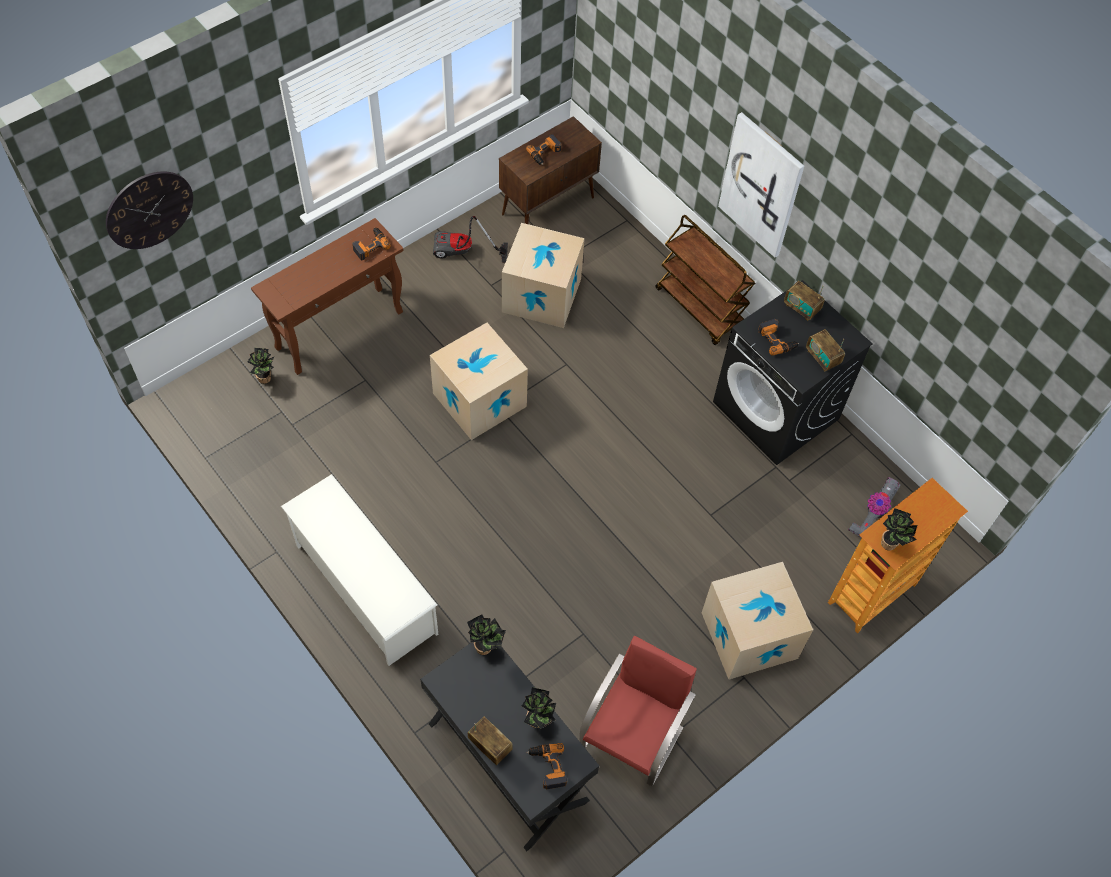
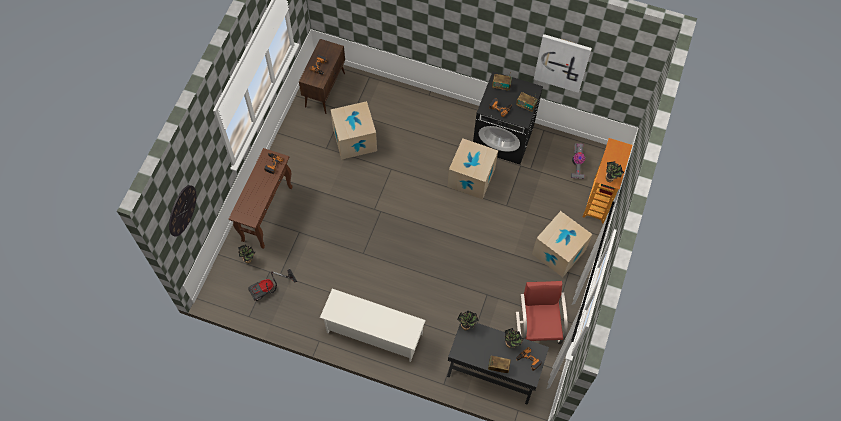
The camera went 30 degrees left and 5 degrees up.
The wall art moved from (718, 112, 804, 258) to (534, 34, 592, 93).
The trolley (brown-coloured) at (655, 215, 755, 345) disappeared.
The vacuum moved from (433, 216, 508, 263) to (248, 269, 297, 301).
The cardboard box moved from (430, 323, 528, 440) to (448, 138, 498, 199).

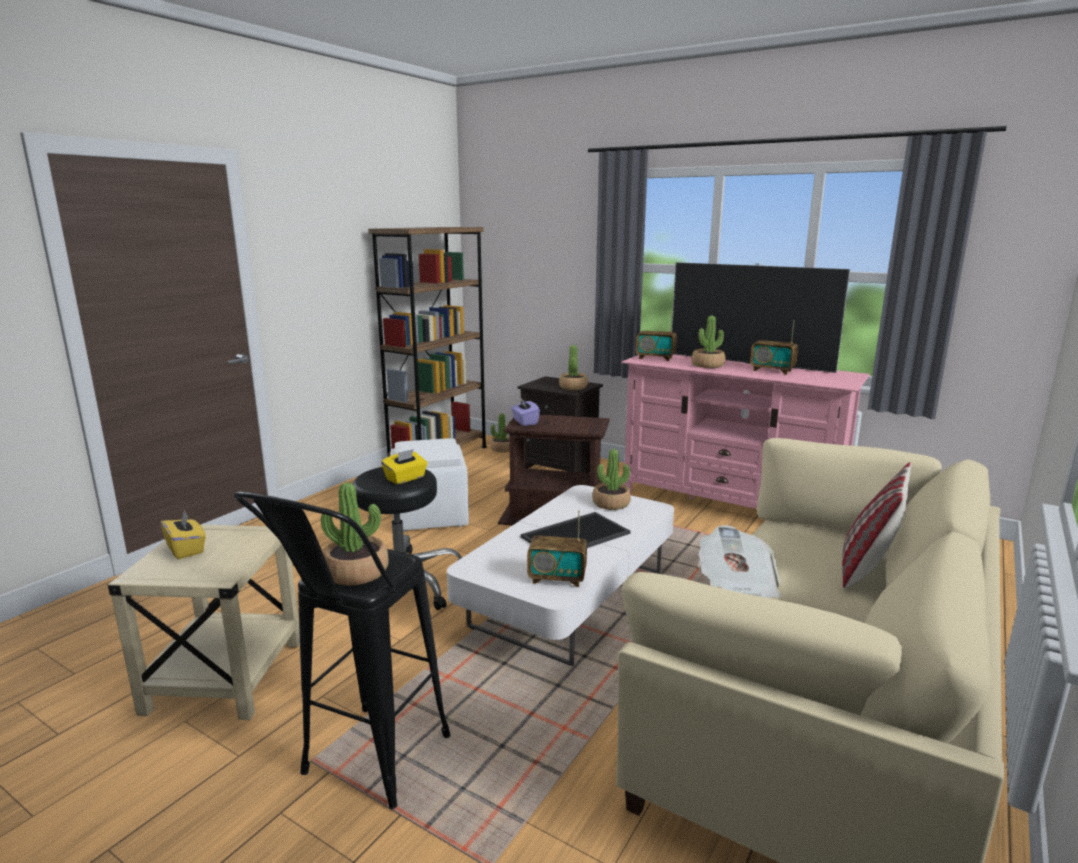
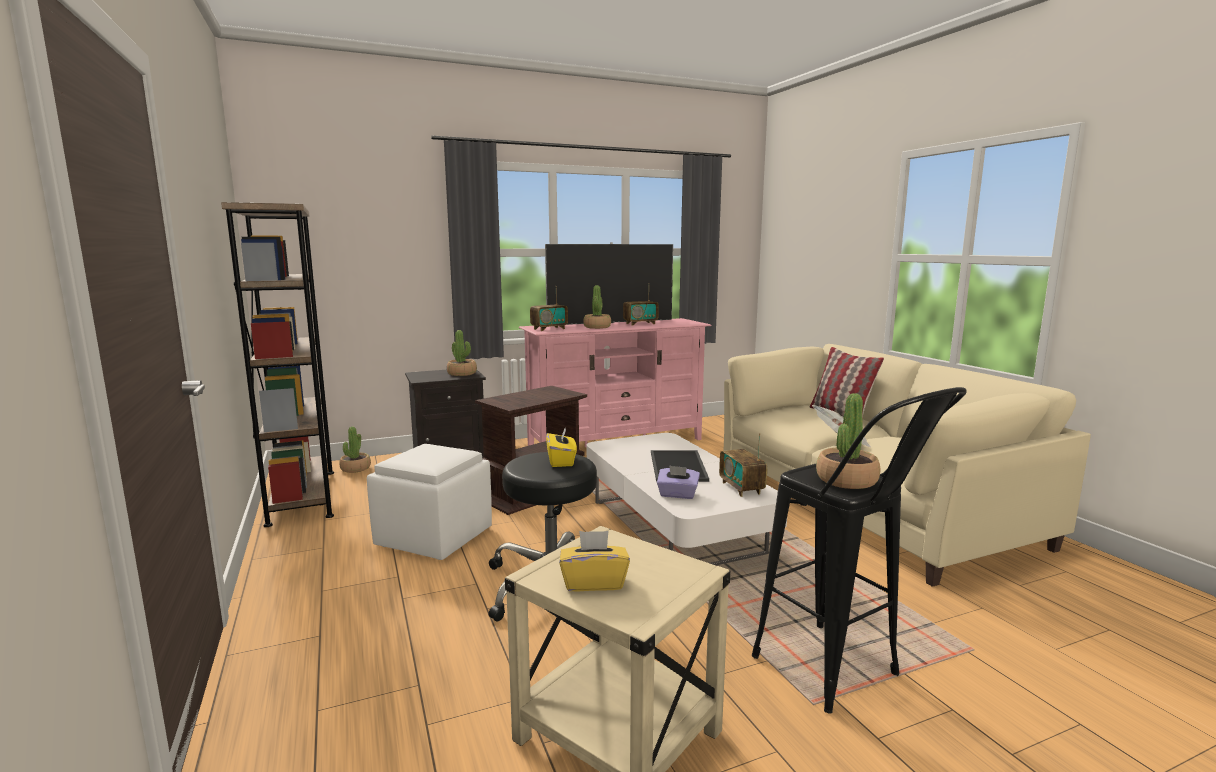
The camera went 55 degrees left and 5 degrees down.
The tissue holder (purplish) moved from (511, 397, 540, 426) to (657, 465, 700, 499).
The potted plant at (592, 449, 631, 510) disappeared.
The radio set at (527, 510, 587, 587) turned 120 degrees clockwise.

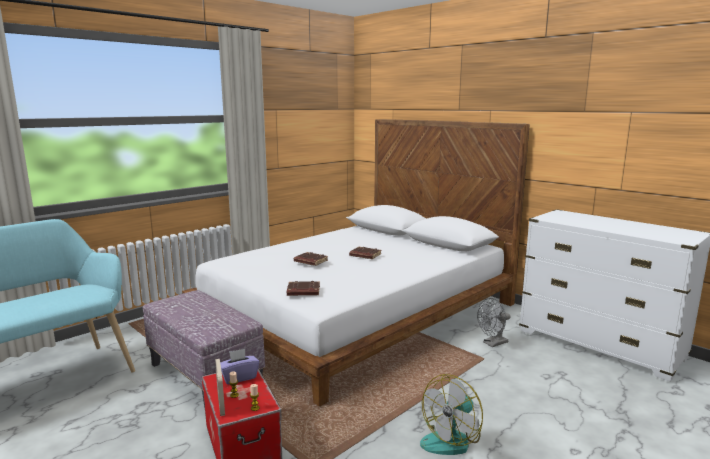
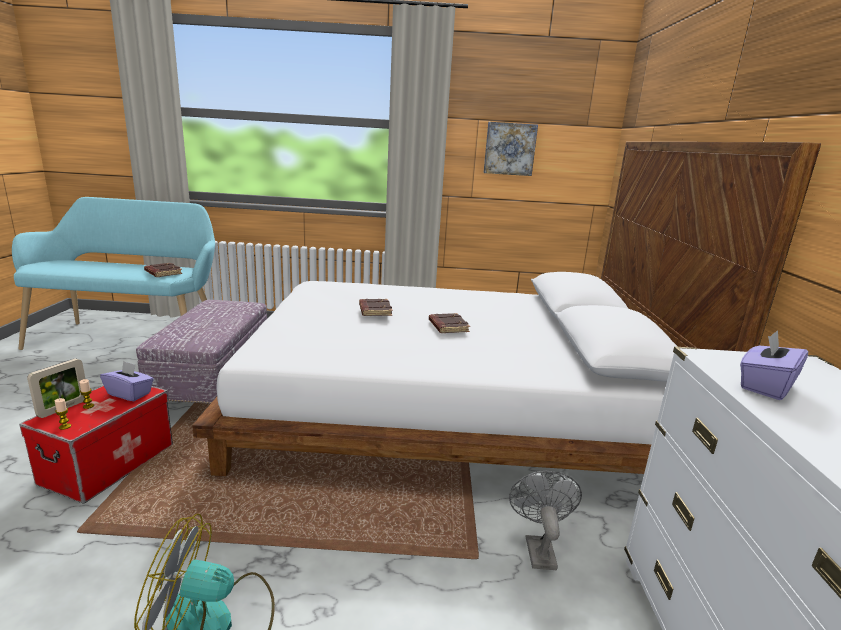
The camera went 45 degrees right and 5 degrees up.
The volume (brown-coloured) moved from (287, 281, 320, 296) to (144, 263, 182, 277).
The fan (greyish) at (477, 298, 511, 347) turned 75 degrees clockwise.
The wall art at (483, 122, 538, 176) appeared.
The tissue holder (purplish) at (740, 330, 808, 400) appeared.

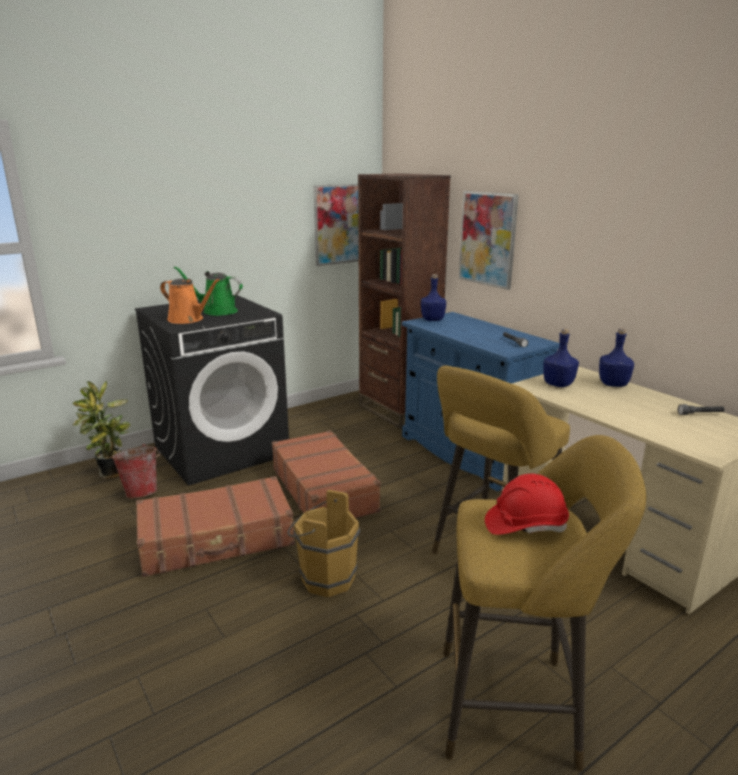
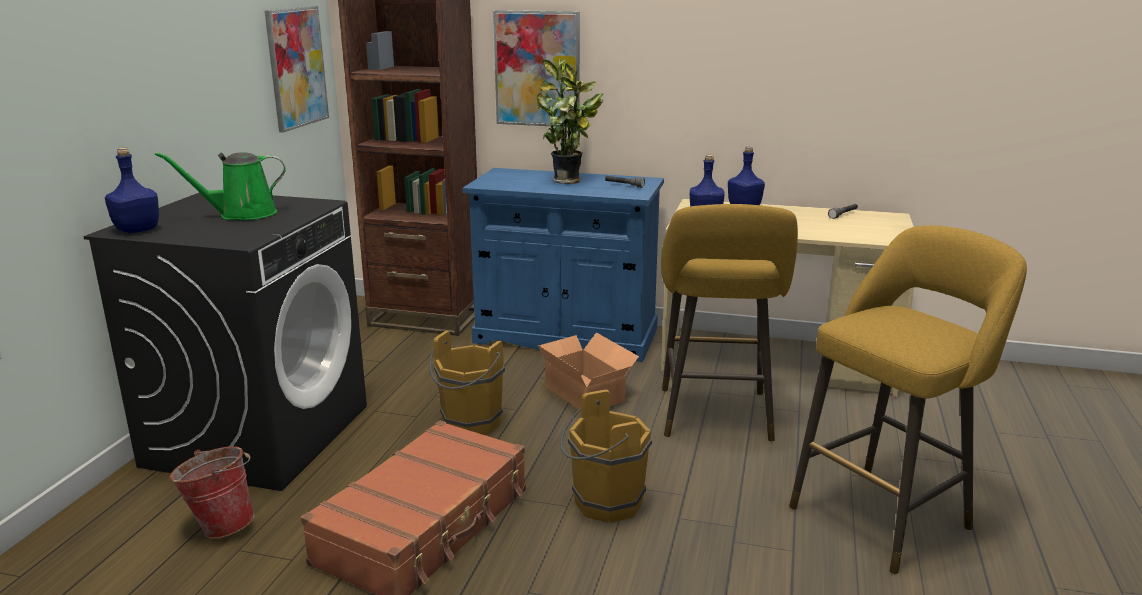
The camera went 40 degrees left and 0 degrees up.
The drink bottle (blue-coloured) moved from (421, 274, 446, 321) to (105, 148, 159, 233).
The sprinkling can (orange-coloured) at (160, 279, 220, 324) disappeared.
The potted plant moved from (72, 381, 131, 479) to (537, 58, 604, 184).
The piece of luggage (brown-coloured) at (272, 430, 381, 518) was replaced by the bucket (brown-coloured) at (429, 330, 505, 435).
The work helmet (red-coloured) at (485, 474, 569, 535) disappeared.
The cardboard box at (538, 332, 639, 412) appeared.

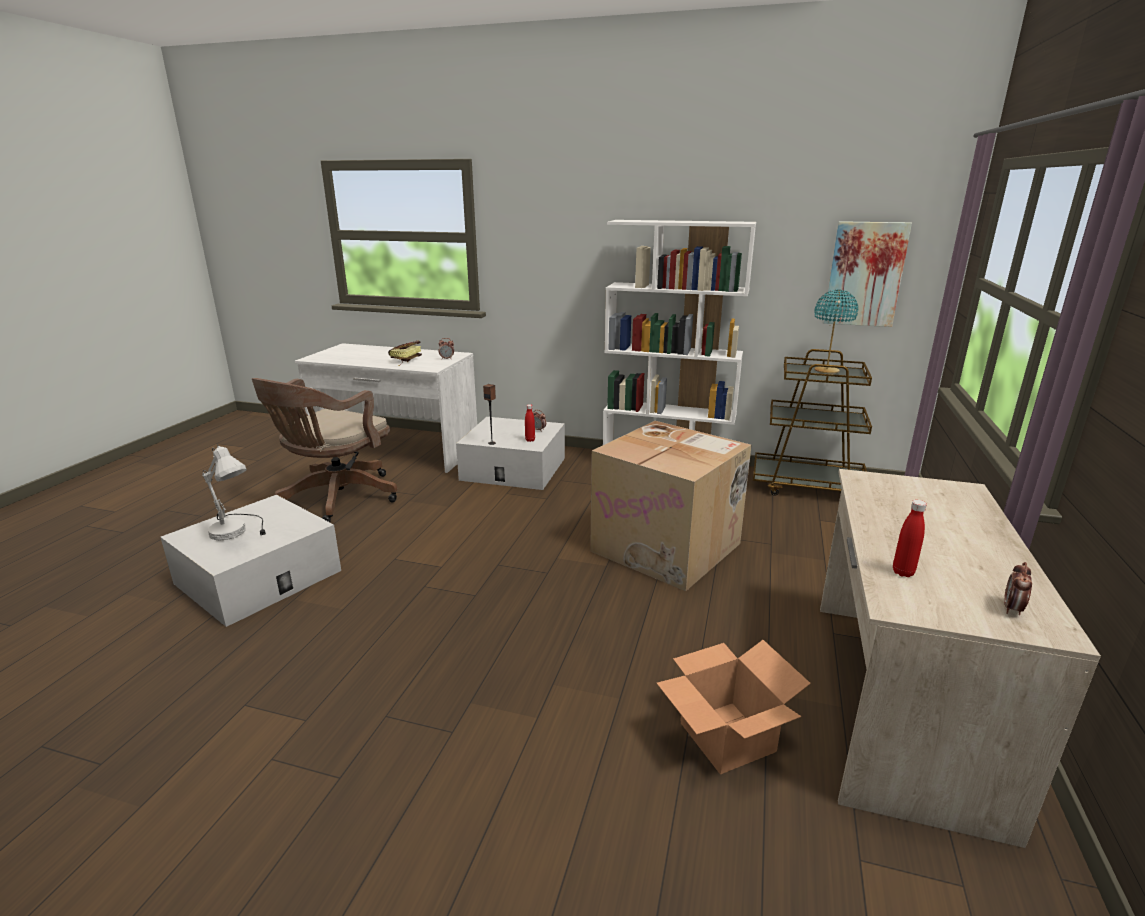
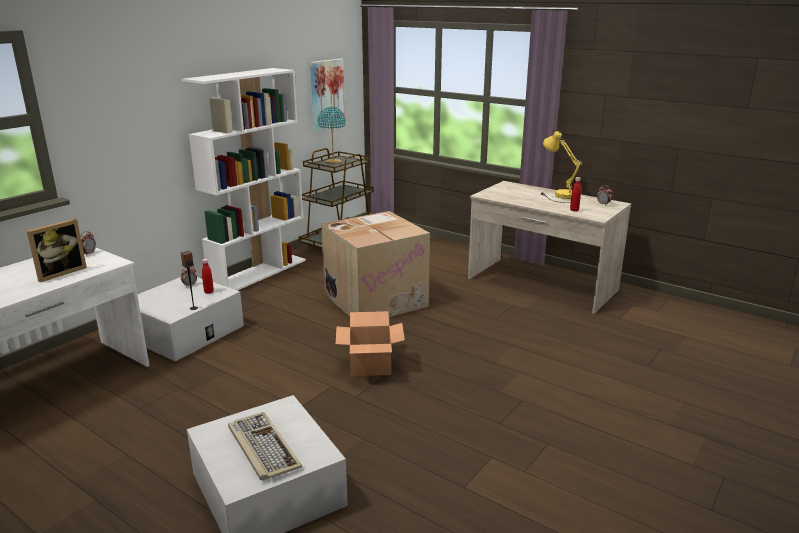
The camera went 70 degrees left and 0 degrees up.
The volume at (388, 341, 422, 366) was replaced by the picture frame at (27, 218, 87, 282).
The computer chair (brown-coloured) at (252, 378, 398, 522) disappeared.
The lamp for a table (white) at (202, 444, 266, 541) was replaced by the computer keyboard at (228, 412, 302, 481).
The cardboard box moved from (657, 640, 811, 774) to (336, 311, 405, 376).
The lamp for a table (yellowish) at (541, 131, 582, 203) appeared.

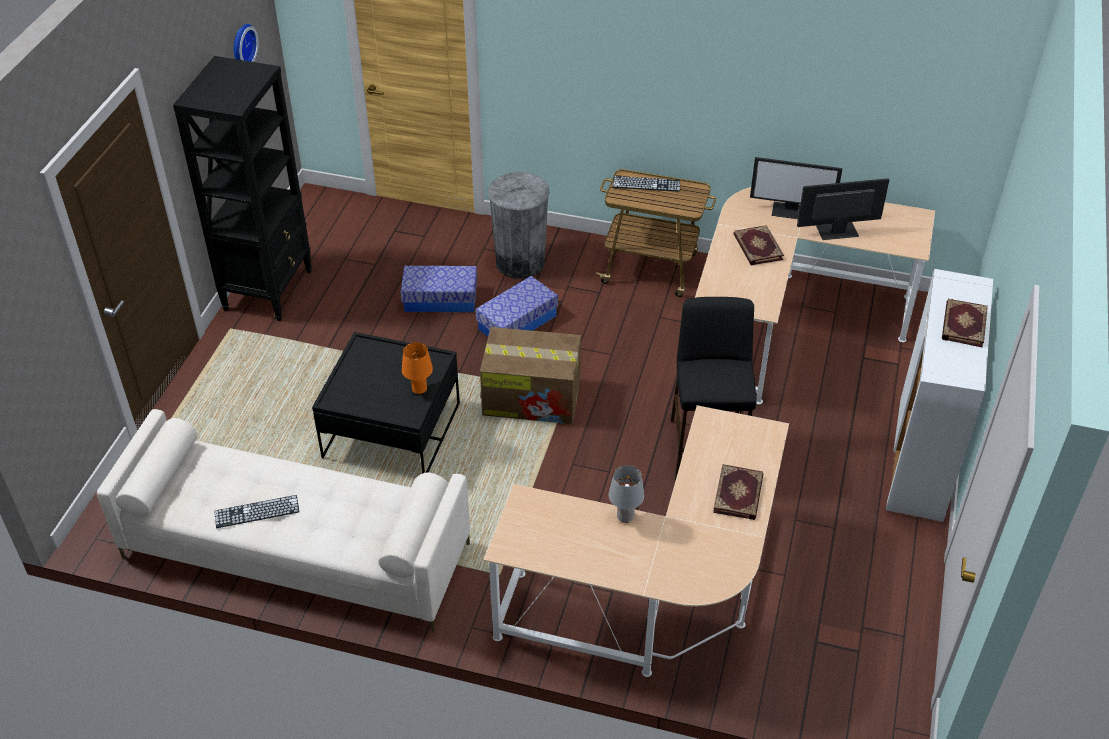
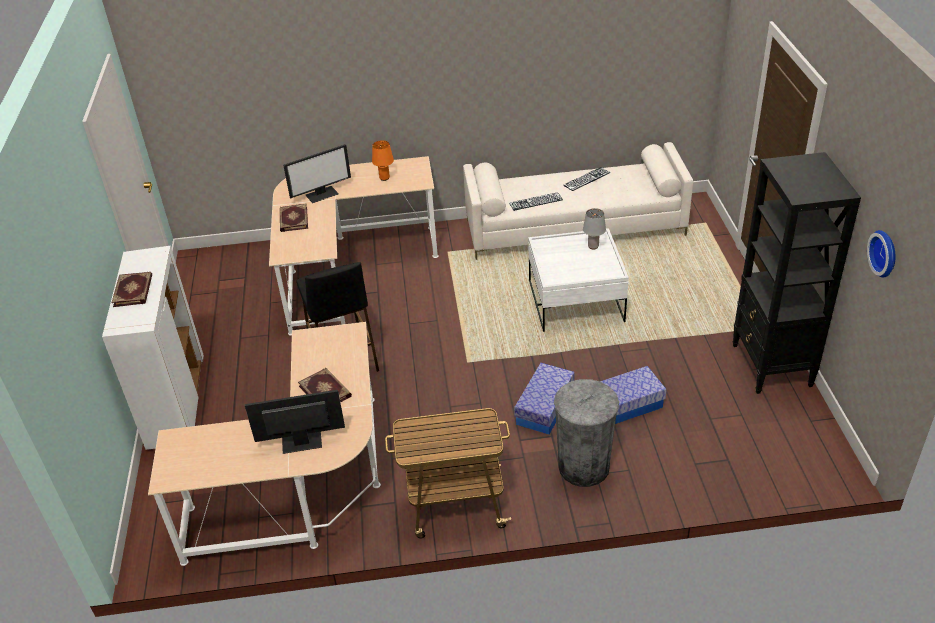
The camera went 160 degrees right and 5 degrees down.
The computer keyboard moved from (613, 176, 680, 192) to (509, 192, 563, 211).
The computer display moved from (797, 178, 889, 240) to (283, 144, 351, 203).
The cardboard box at (480, 327, 581, 424) disappeared.
The low table (blackish) at (312, 332, 460, 473) became the low table (white) at (528, 228, 629, 332).
The lamp for a table (orange-coloured) moved from (402, 342, 433, 395) to (372, 140, 394, 181).
The lamp for a table (greyish) moved from (609, 465, 644, 523) to (583, 208, 606, 250).

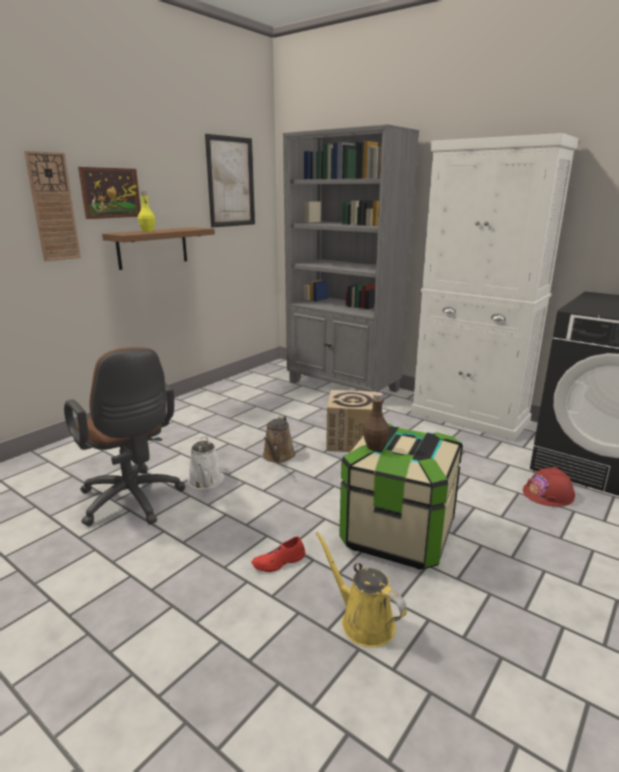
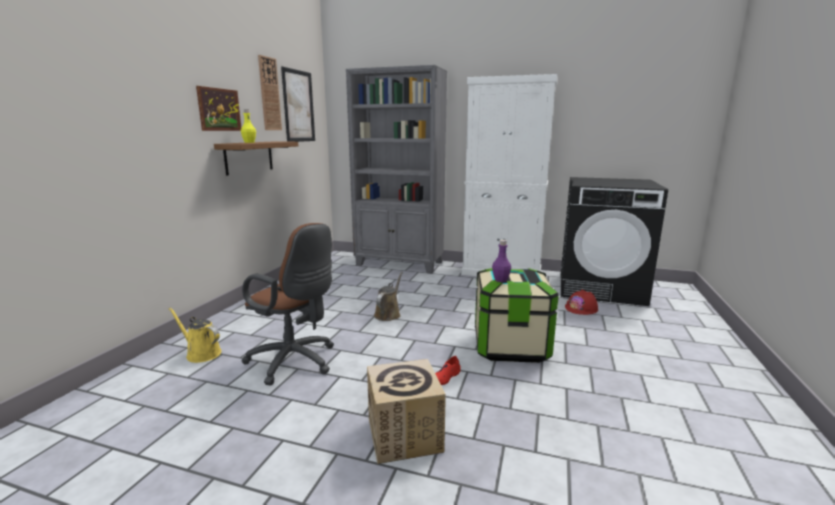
The camera went 20 degrees left and 5 degrees down.
The clock on the wall moved from (24, 151, 81, 262) to (258, 55, 282, 130).
The cardboard box moved from (326, 390, 375, 452) to (367, 359, 446, 464).
The drink bottle (brown-coloured) at (363, 392, 389, 451) became the drink bottle (purplish) at (492, 240, 511, 282).
The sprinkling can (brown-coloured) at (262, 416, 296, 463) turned 150 degrees counterclockwise.
The sprinkling can (white) at (188, 436, 224, 490) disappeared.
The sprinkling can (yellowish) moved from (315, 532, 407, 647) to (169, 308, 221, 363).

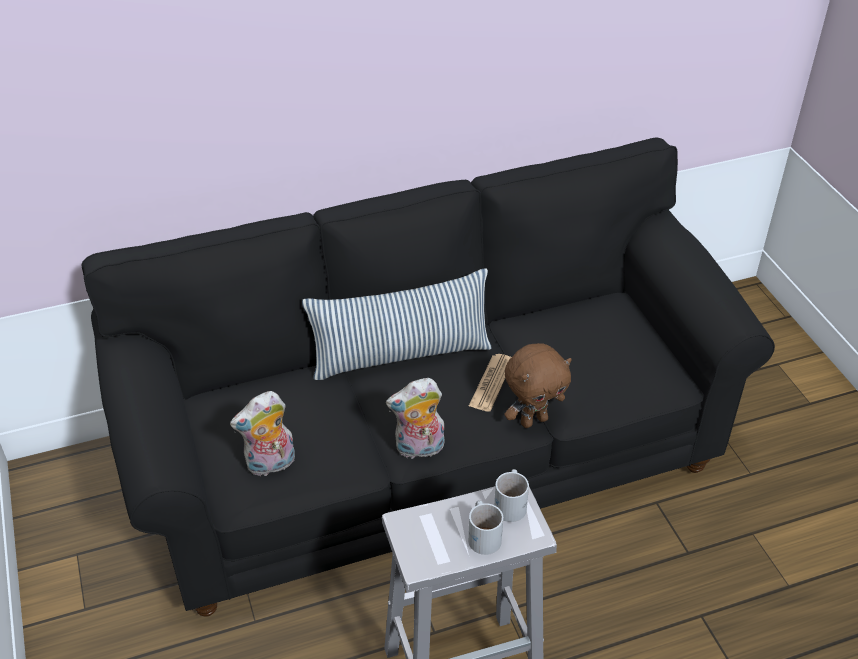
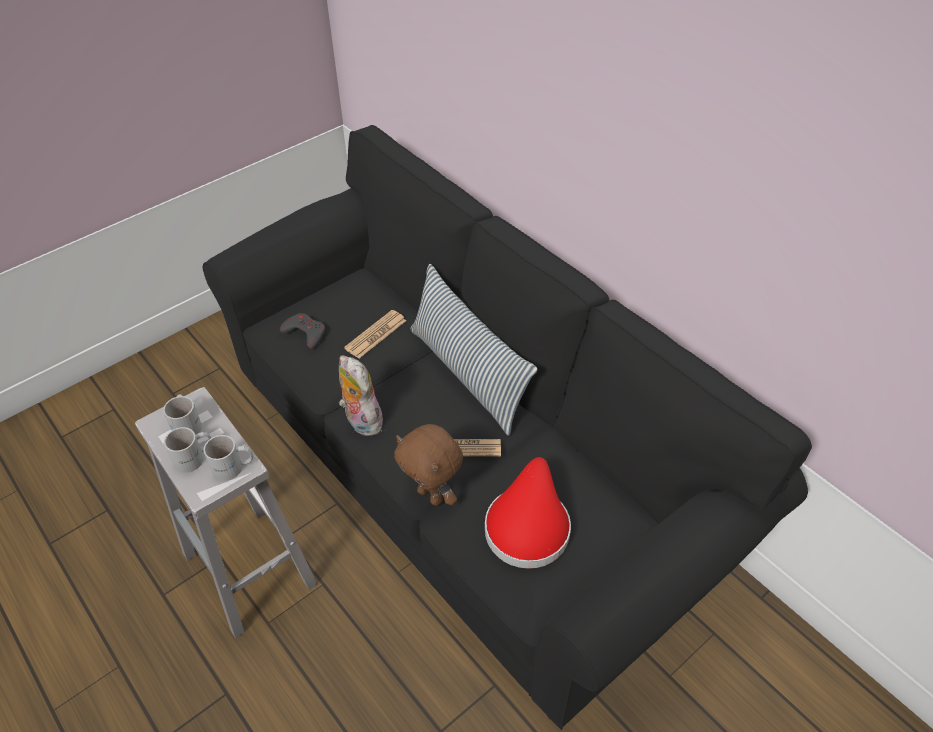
The camera went 70 degrees right and 5 degrees up.
The plush toy at (230, 391, 295, 477) was replaced by the game controller (greyish) at (280, 313, 325, 349).
The newspaper at (344, 310, 406, 359) appeared.
The mug (white) at (163, 394, 202, 435) appeared.
The clothing hat (red-coloured) at (485, 457, 571, 569) appeared.

